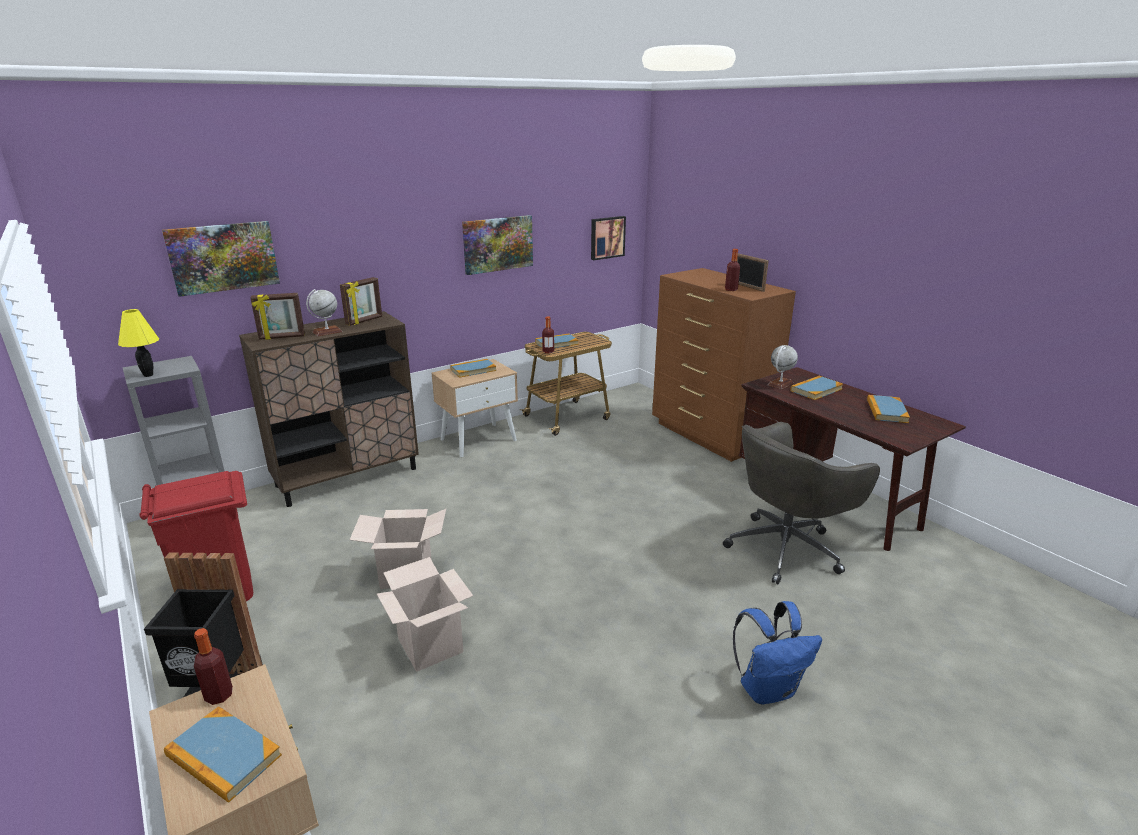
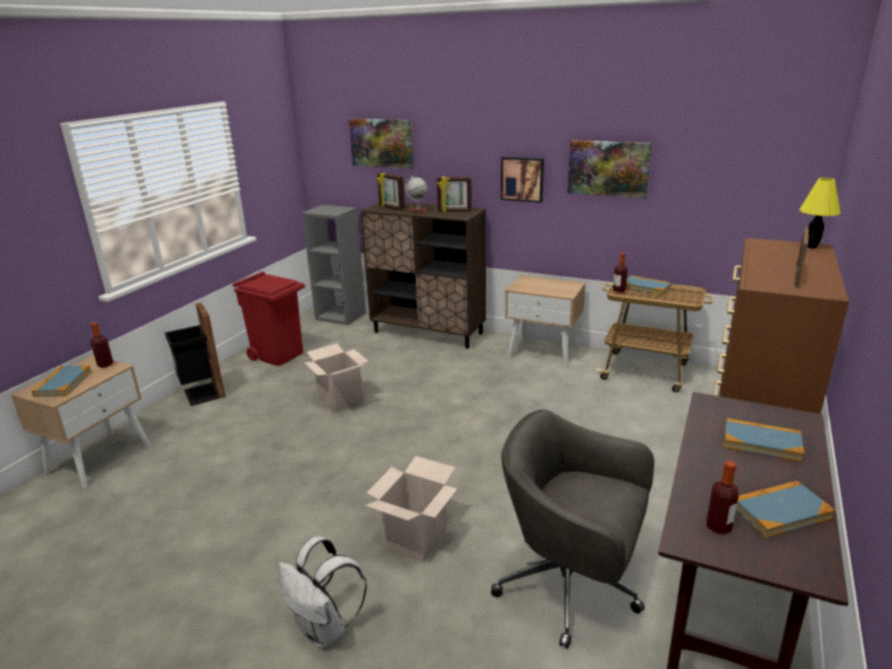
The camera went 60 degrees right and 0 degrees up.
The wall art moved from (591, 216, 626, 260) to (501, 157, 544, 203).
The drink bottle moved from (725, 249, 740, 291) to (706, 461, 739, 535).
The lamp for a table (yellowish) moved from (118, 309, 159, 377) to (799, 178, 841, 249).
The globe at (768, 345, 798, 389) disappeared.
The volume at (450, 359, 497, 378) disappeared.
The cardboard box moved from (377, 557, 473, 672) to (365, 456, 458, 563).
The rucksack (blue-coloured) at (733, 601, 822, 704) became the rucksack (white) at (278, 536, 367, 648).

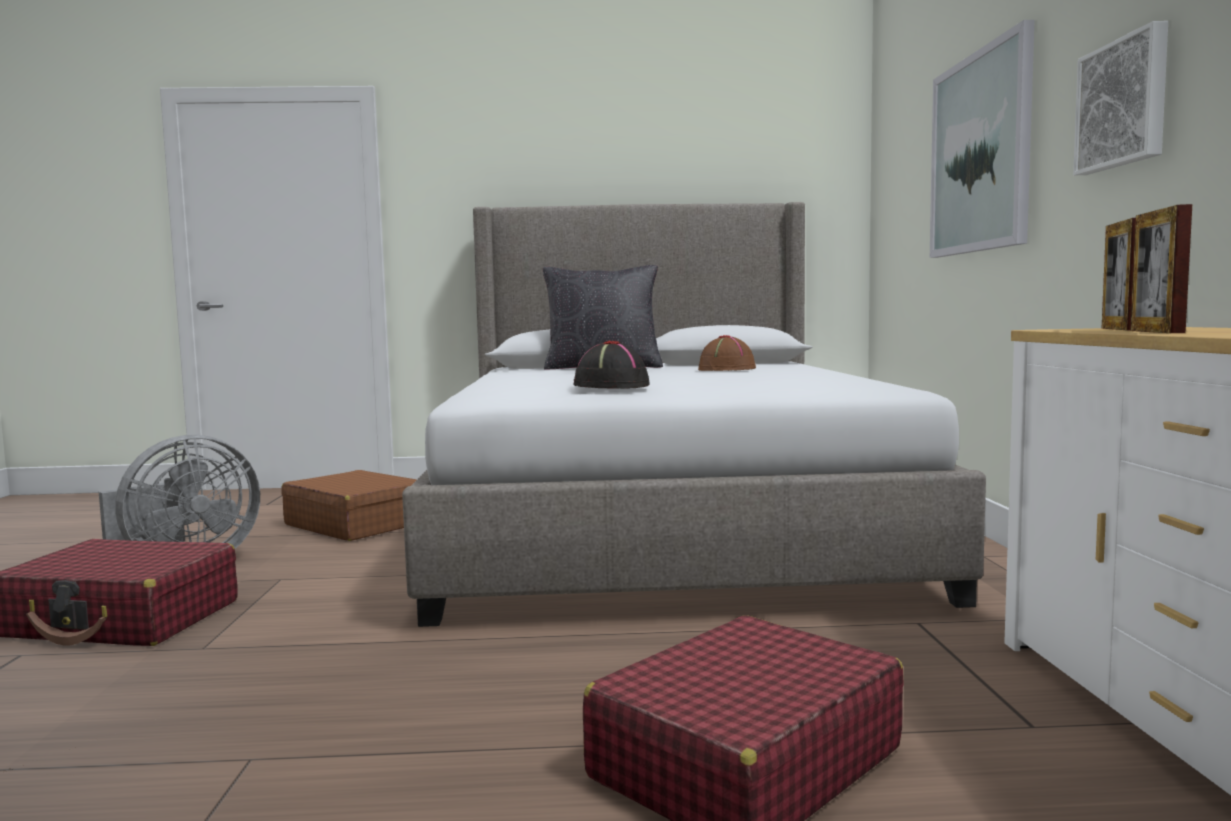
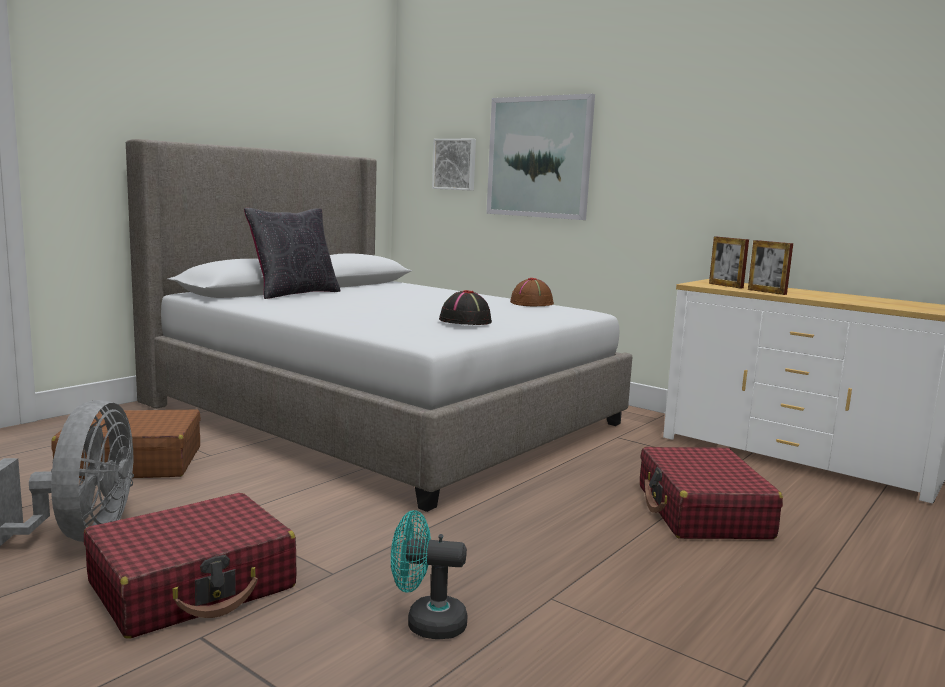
The camera went 50 degrees left and 5 degrees up.
The wall art moved from (1073, 21, 1168, 175) to (432, 139, 476, 191).
The clothing hat (brown-coloured) moved from (698, 335, 756, 371) to (510, 277, 554, 306).
The fan (blue-green) at (391, 510, 467, 639) appeared.

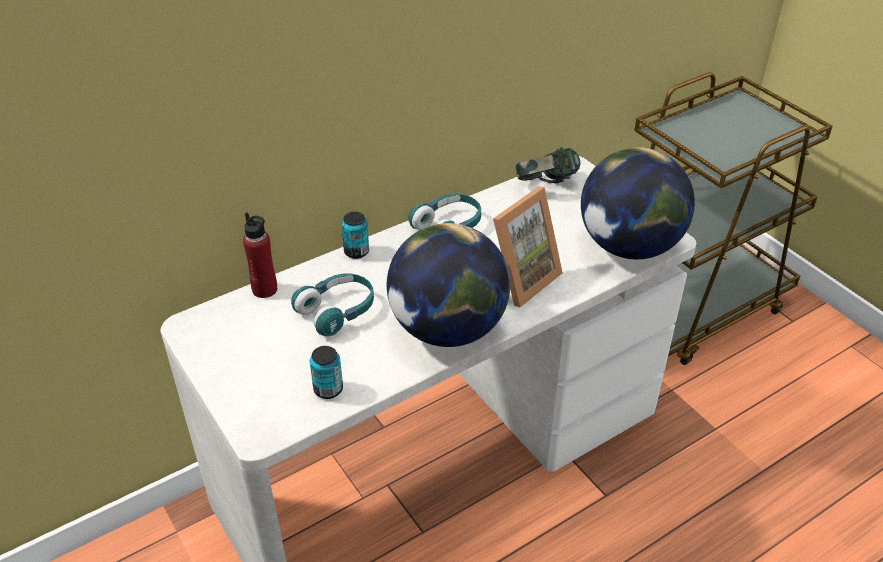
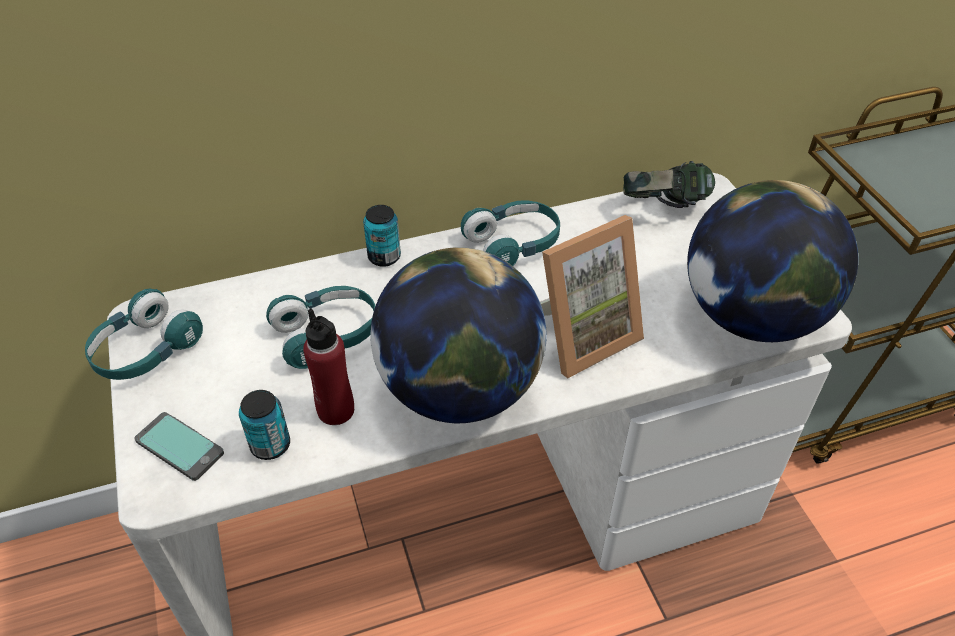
The camera went 15 degrees right and 5 degrees up.
The drink bottle (red-coloured) moved from (243, 212, 277, 298) to (303, 308, 354, 425).
The pair of headphones (blue-green) at (85, 289, 203, 380) appeared.
The phone at (134, 412, 224, 481) appeared.

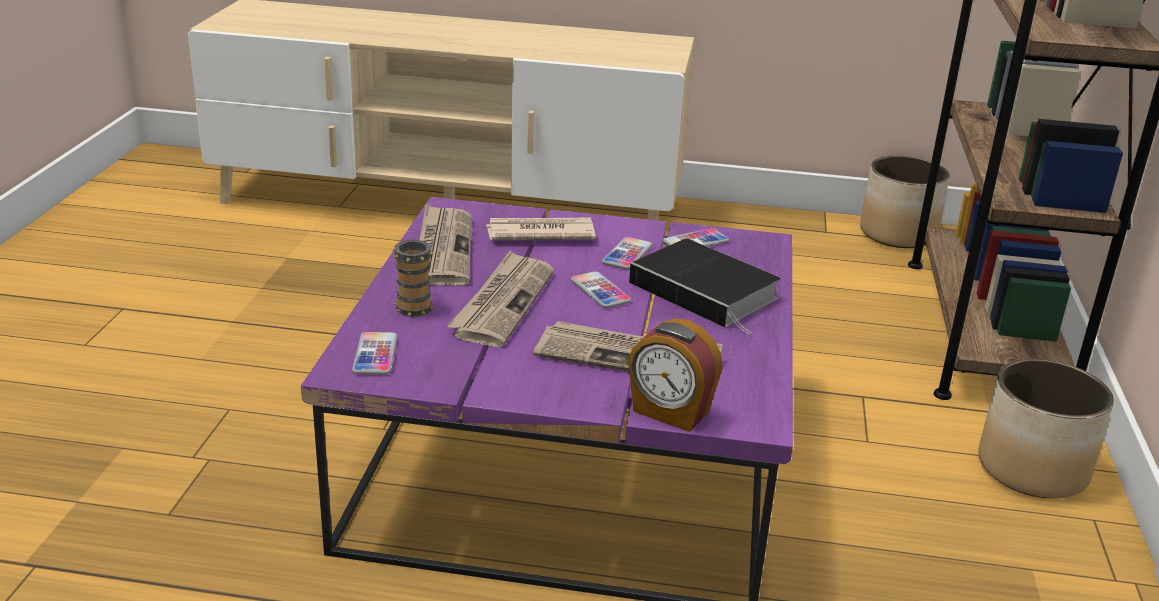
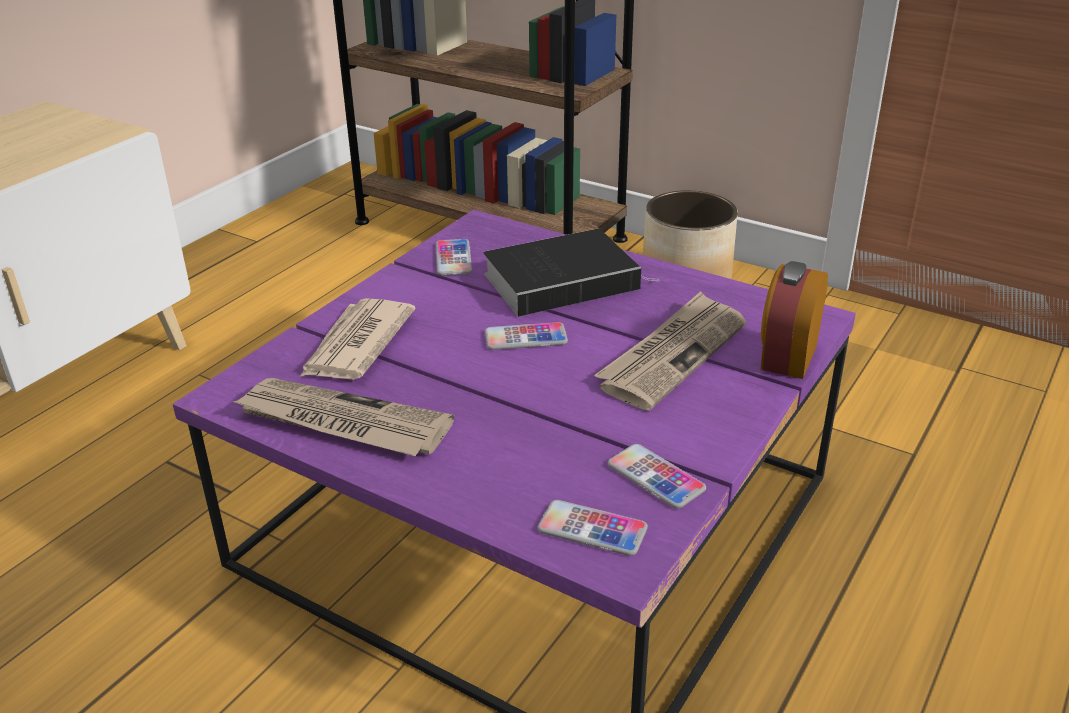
The camera went 65 degrees left and 5 degrees up.
The plant pot at (860, 156, 950, 248) disappeared.
The phone moved from (602, 237, 652, 270) to (608, 444, 706, 509).
The mug at (391, 240, 435, 317) disappeared.
The newspaper at (447, 251, 554, 347) disappeared.
The alarm clock at (628, 318, 722, 432) turned 150 degrees clockwise.

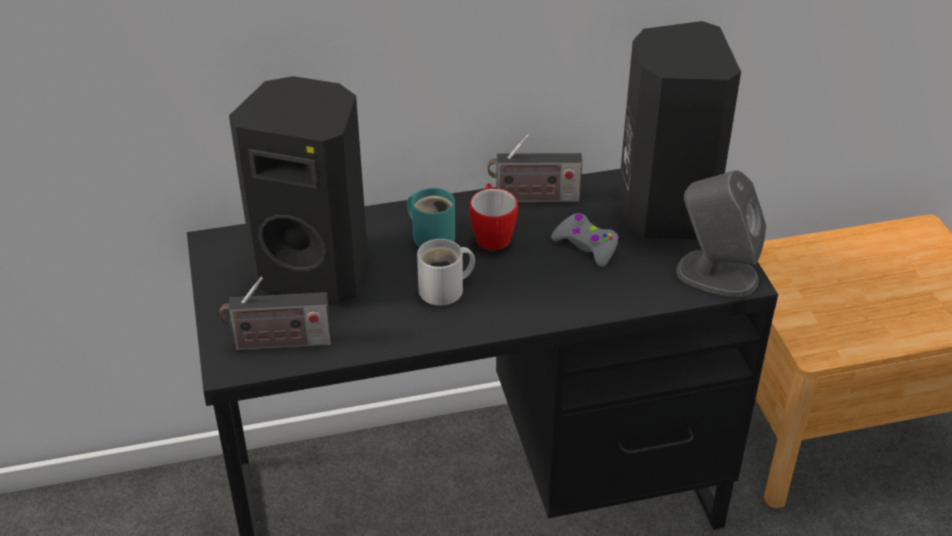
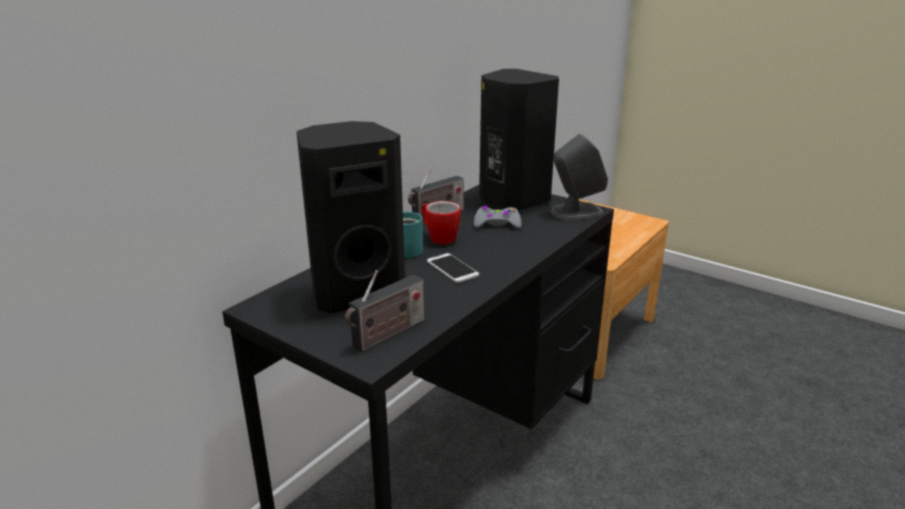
The camera went 40 degrees left and 15 degrees down.
The mug (white) at (417, 239, 475, 306) was replaced by the phone at (427, 253, 479, 283).

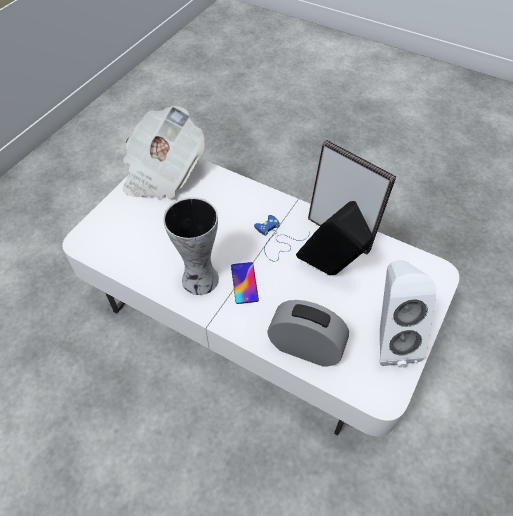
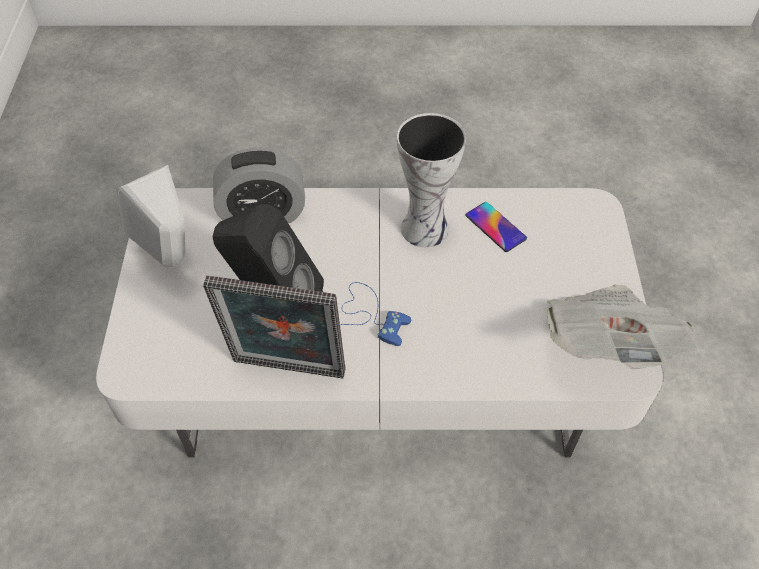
The camera went 150 degrees right and 0 degrees up.
The phone moved from (231, 262, 259, 304) to (465, 202, 527, 252).

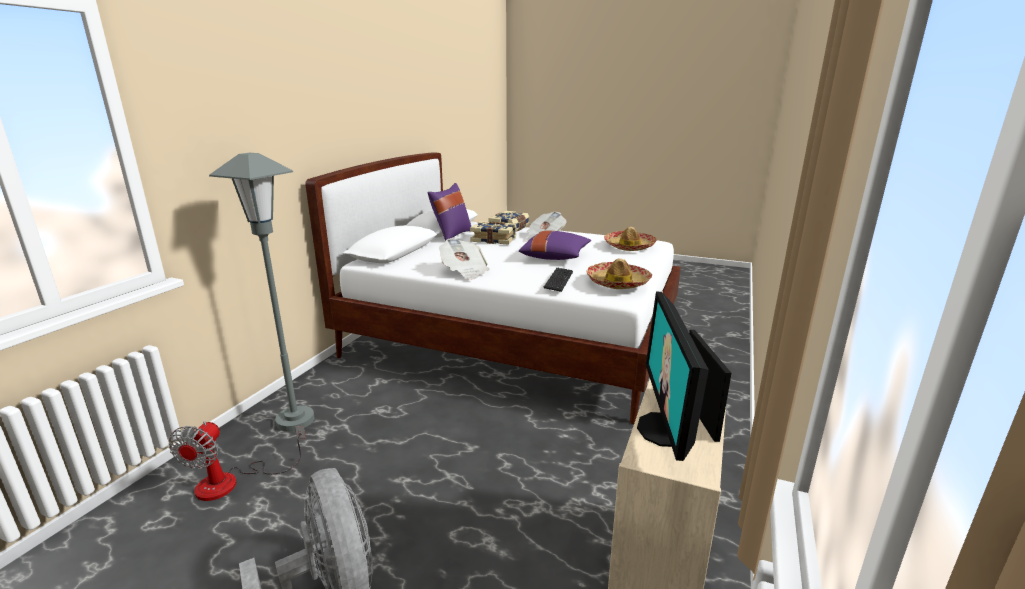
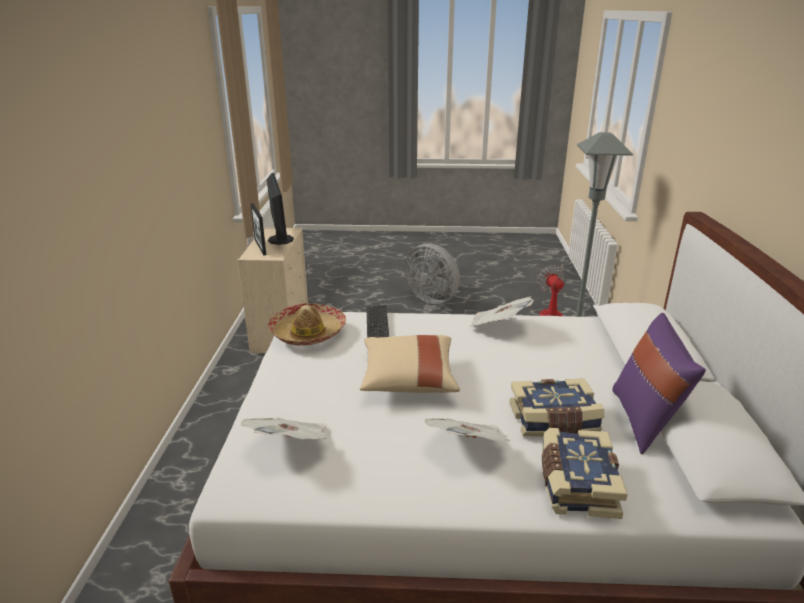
The camera went 160 degrees right and 5 degrees up.
The clothing hat at (604, 227, 657, 251) was replaced by the newspaper at (241, 418, 329, 439).
The pillow (purplish) at (519, 231, 591, 260) became the pillow (sand-coloured) at (360, 335, 460, 393).

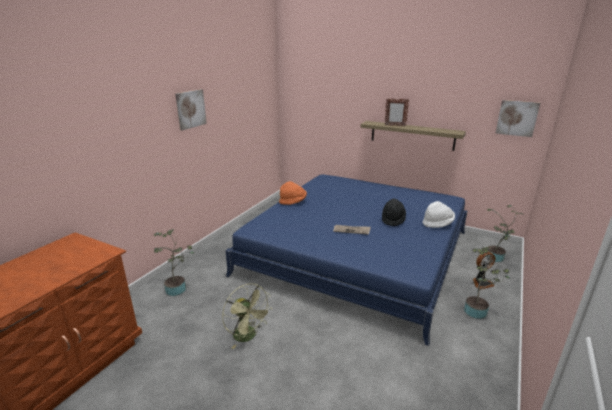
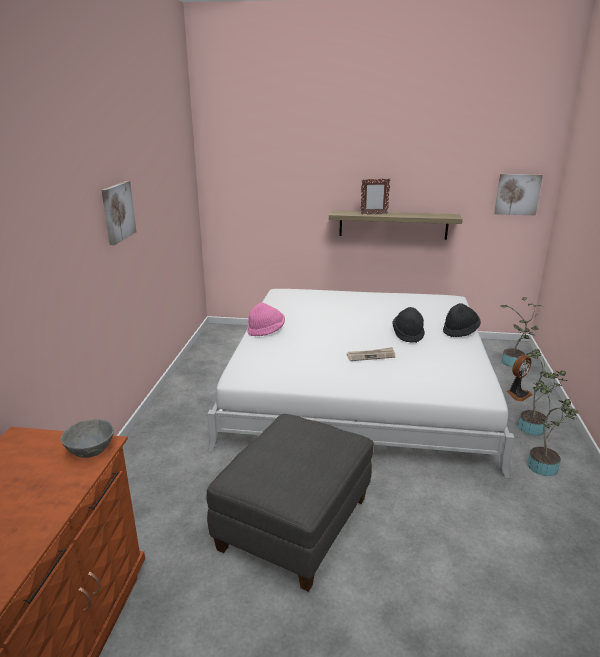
The camera went 20 degrees left and 0 degrees up.
The sleeping bed (blue-coloured) at (225, 174, 467, 346) became the sleeping bed (white) at (207, 289, 514, 478).
The clothing hat (orange-coloured) at (279, 181, 307, 205) became the clothing hat (pinkish) at (247, 303, 285, 336).
The clothing hat (white) at (422, 201, 455, 228) became the clothing hat (blackish) at (443, 303, 481, 337).
The potted plant moved from (154, 229, 194, 296) to (528, 380, 579, 476).
The fan (greenish) at (222, 283, 271, 349) was replaced by the pouffe (greyish) at (206, 414, 374, 592).
The bowl (greyish) at (61, 419, 114, 458) appeared.

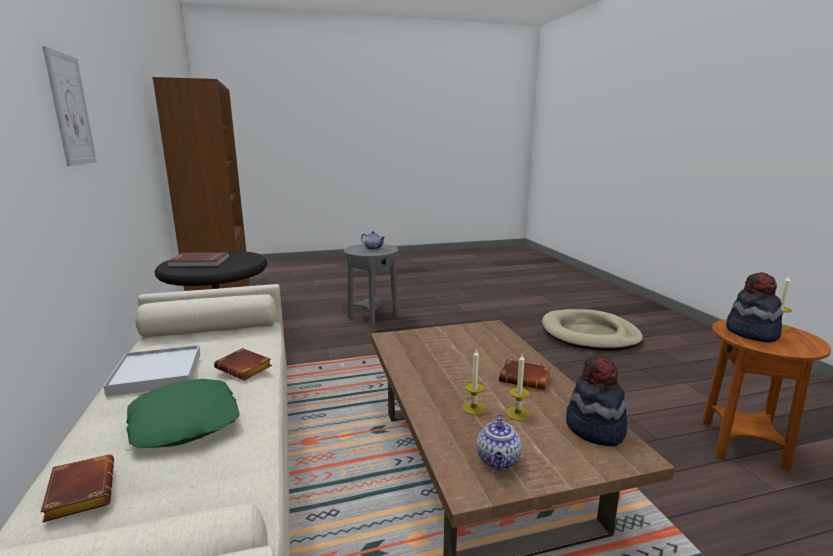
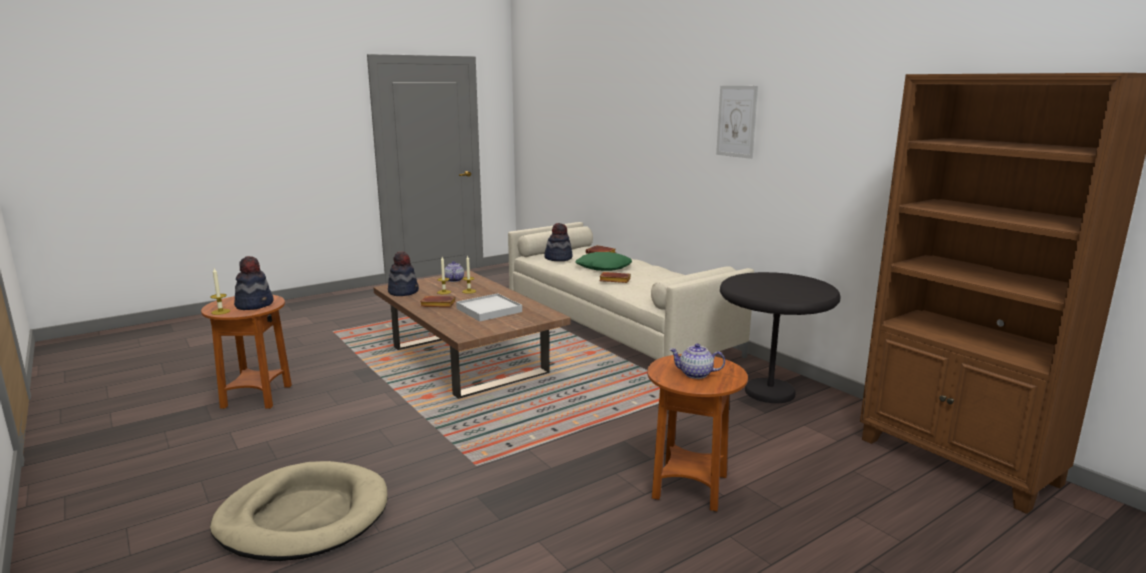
The camera went 160 degrees right and 0 degrees up.
The side table (greyish) at (344, 244, 398, 326) became the side table (brown-coloured) at (647, 354, 748, 511).
The volume (red-coloured) at (167, 252, 230, 267) disappeared.
The carrying tray (white) moved from (103, 345, 200, 397) to (456, 293, 522, 321).
The clothing hat at (544, 223, 573, 261) appeared.

